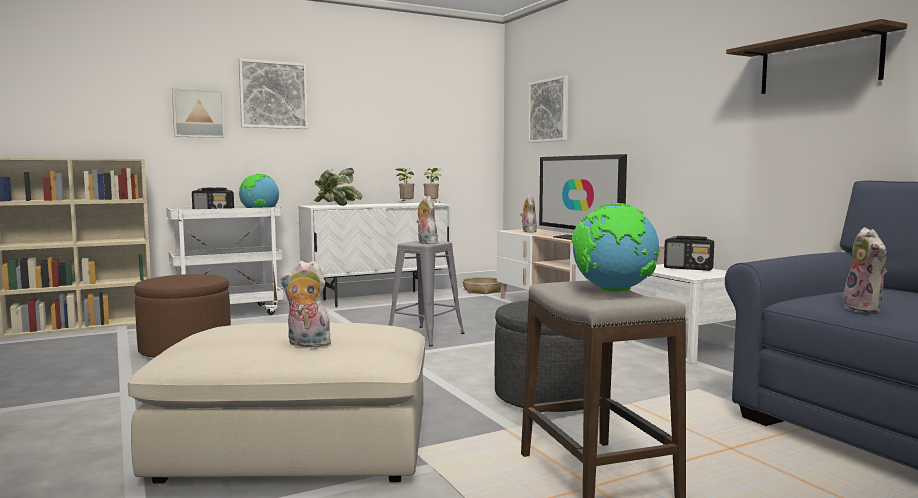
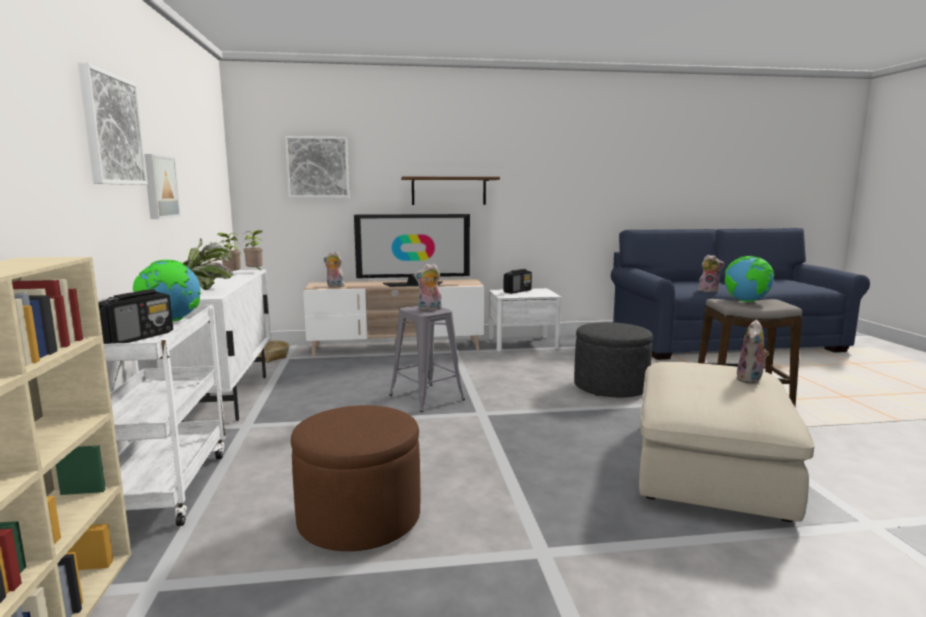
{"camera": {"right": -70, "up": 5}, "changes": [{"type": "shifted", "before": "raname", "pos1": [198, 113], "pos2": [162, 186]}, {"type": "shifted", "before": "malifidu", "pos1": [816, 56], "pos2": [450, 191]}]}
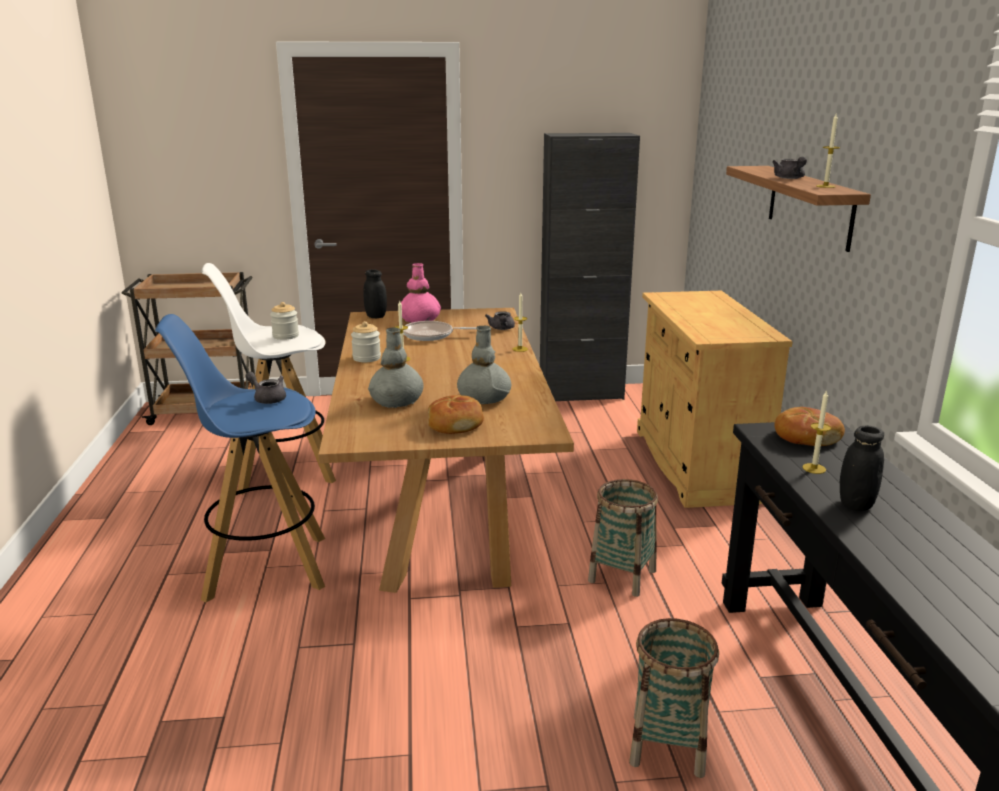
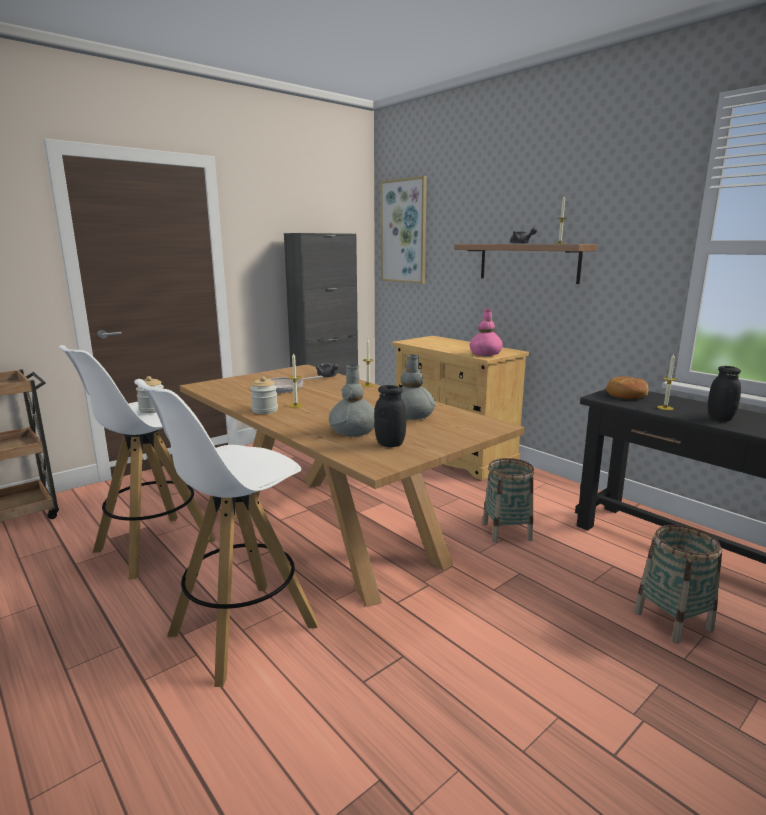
{"camera": {"right": -35, "up": -5}, "changes": [{"type": "repainted", "before": "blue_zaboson", "after": "white_zaboson", "pos1": [240, 458], "pos2": [226, 533]}, {"type": "gone", "before": "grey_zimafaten", "pos1": [266, 388]}, {"type": "shifted", "before": "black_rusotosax", "pos1": [375, 294], "pos2": [390, 416]}, {"type": "shifted", "before": "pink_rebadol", "pos1": [421, 293], "pos2": [486, 332]}, {"type": "gone", "before": "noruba", "pos1": [456, 414]}, {"type": "new", "after": "raname", "pos2": [404, 230]}]}
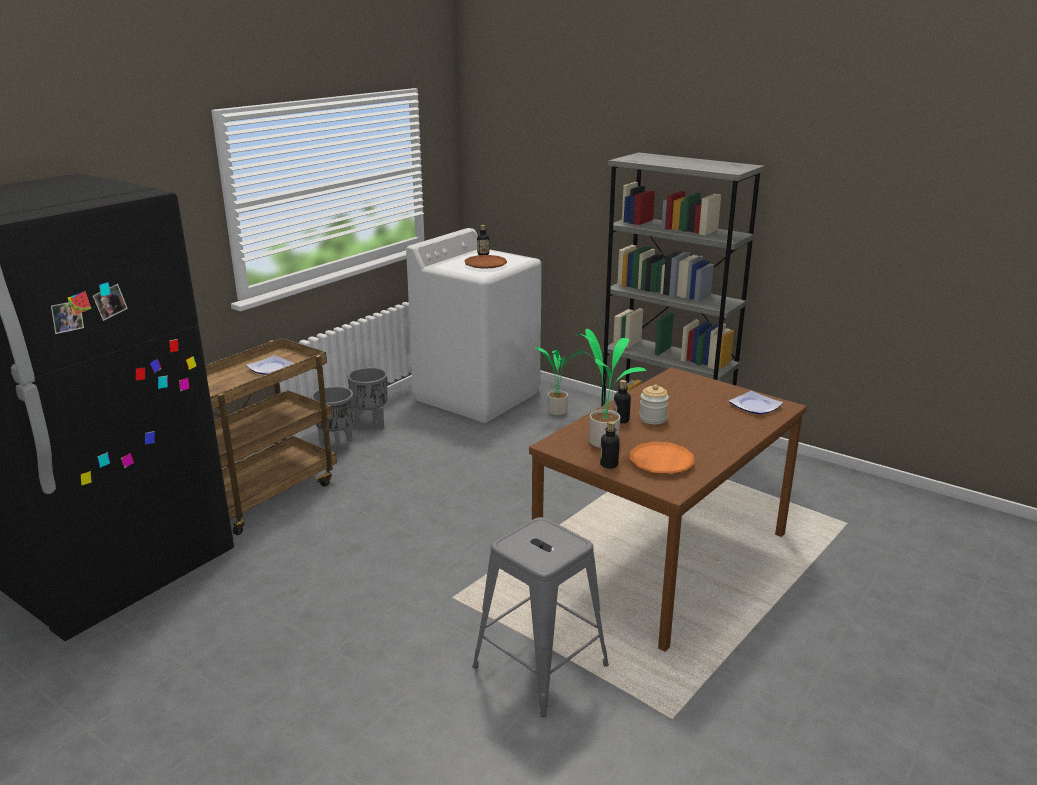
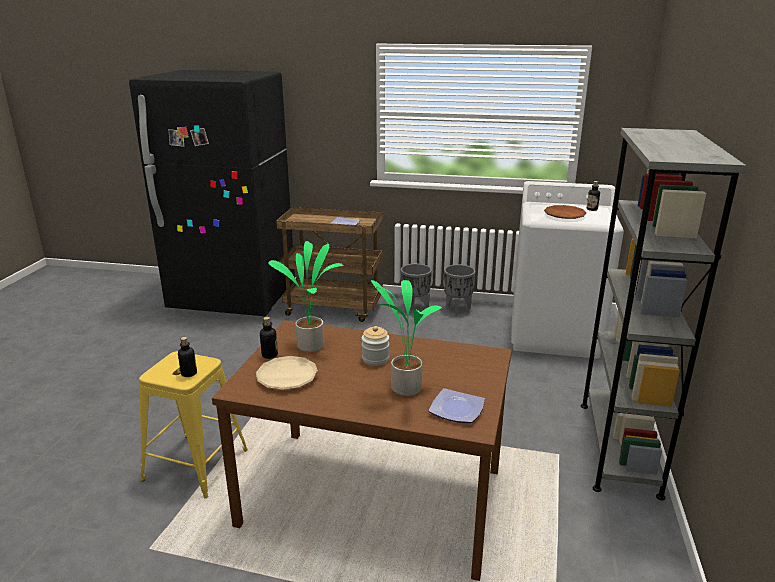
{"camera": {"right": 65, "up": 0}, "changes": [{"type": "repainted", "before": "grey_zaboson", "after": "yellow_zaboson", "pos1": [541, 617], "pos2": [193, 424]}, {"type": "shifted", "before": "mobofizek", "pos1": [559, 381], "pos2": [406, 338]}, {"type": "shifted", "before": "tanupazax", "pos1": [622, 401], "pos2": [187, 357]}, {"type": "repainted", "before": "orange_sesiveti", "after": "beige_sesiveti", "pos1": [662, 457], "pos2": [287, 373]}]}
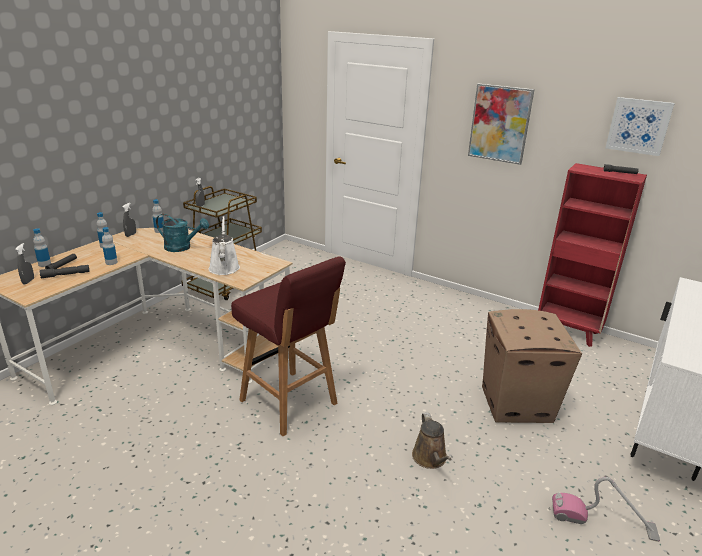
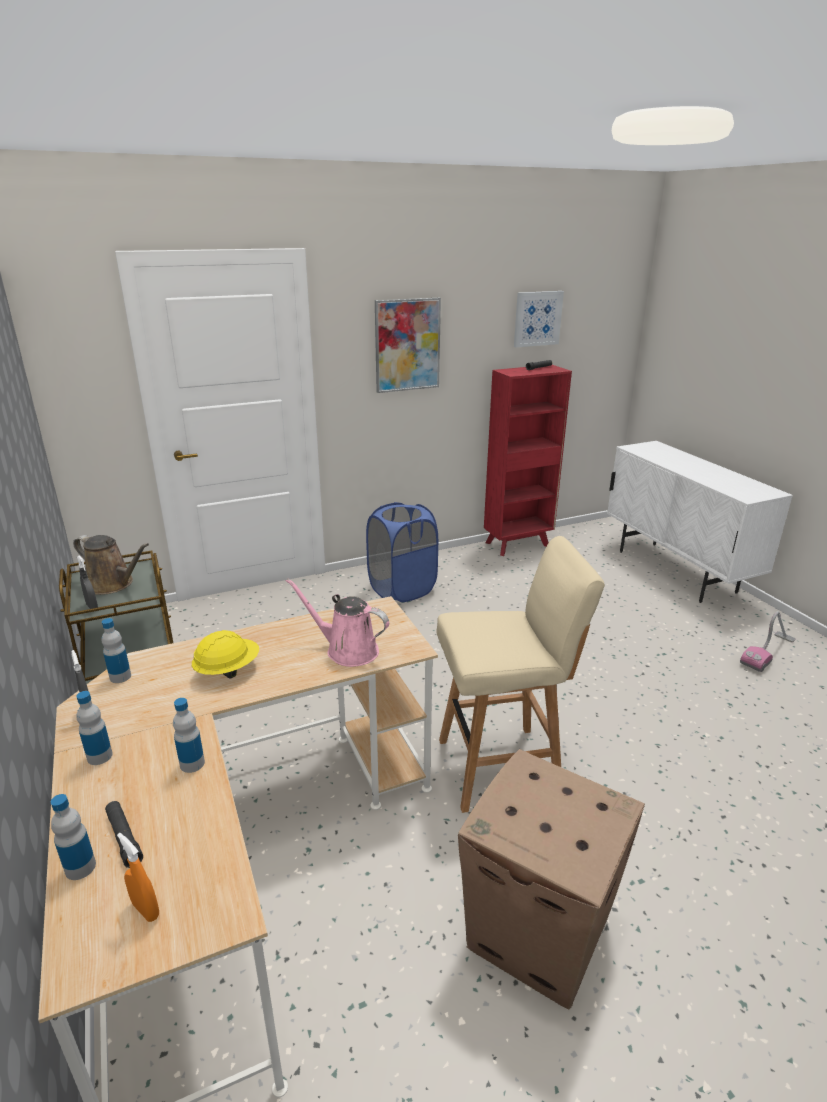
{"camera": {"right": -55, "up": 0}, "changes": [{"type": "repainted", "before": "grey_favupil", "after": "orange_favupil", "pos1": [24, 263], "pos2": [138, 877]}, {"type": "gone", "before": "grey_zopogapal", "pos1": [64, 272]}, {"type": "swapped", "before": "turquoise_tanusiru", "after": "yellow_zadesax", "pos1": [182, 233], "pos2": [225, 654]}, {"type": "repainted", "before": "white_tanusiru", "after": "pink_tanusiru", "pos1": [224, 245], "pos2": [337, 622]}, {"type": "repainted", "before": "red_zaboson", "after": "beige_zaboson", "pos1": [288, 346], "pos2": [520, 674]}, {"type": "shifted", "before": "brown_tanusiru", "pos1": [432, 441], "pos2": [111, 565]}, {"type": "shifted", "before": "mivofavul", "pos1": [532, 366], "pos2": [551, 879]}, {"type": "new", "after": "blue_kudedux", "pos2": [402, 552]}]}
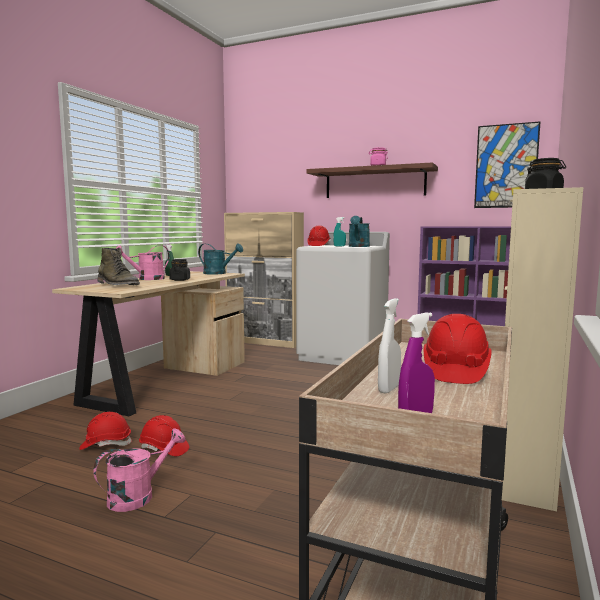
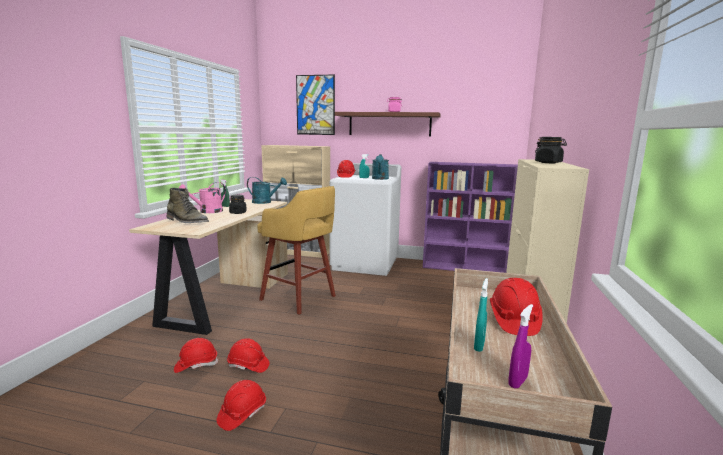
{"camera": {"right": -10, "up": 5}, "changes": [{"type": "swapped", "before": "pink_tanusiru", "after": "red_zadesax", "pos1": [139, 470], "pos2": [241, 405]}, {"type": "repainted", "before": "white_favupil", "after": "turquoise_favupil", "pos1": [389, 345], "pos2": [481, 315]}, {"type": "shifted", "before": "raname", "pos1": [507, 164], "pos2": [315, 105]}, {"type": "new", "after": "yellow_zaboson", "pos2": [296, 250]}]}
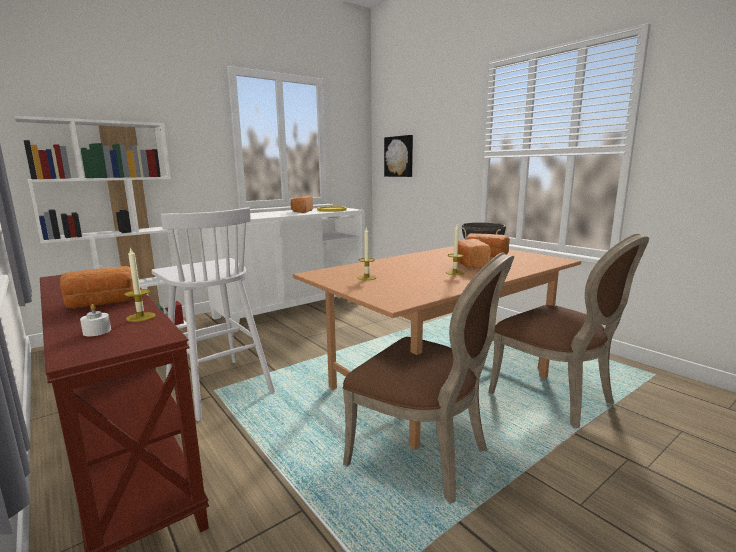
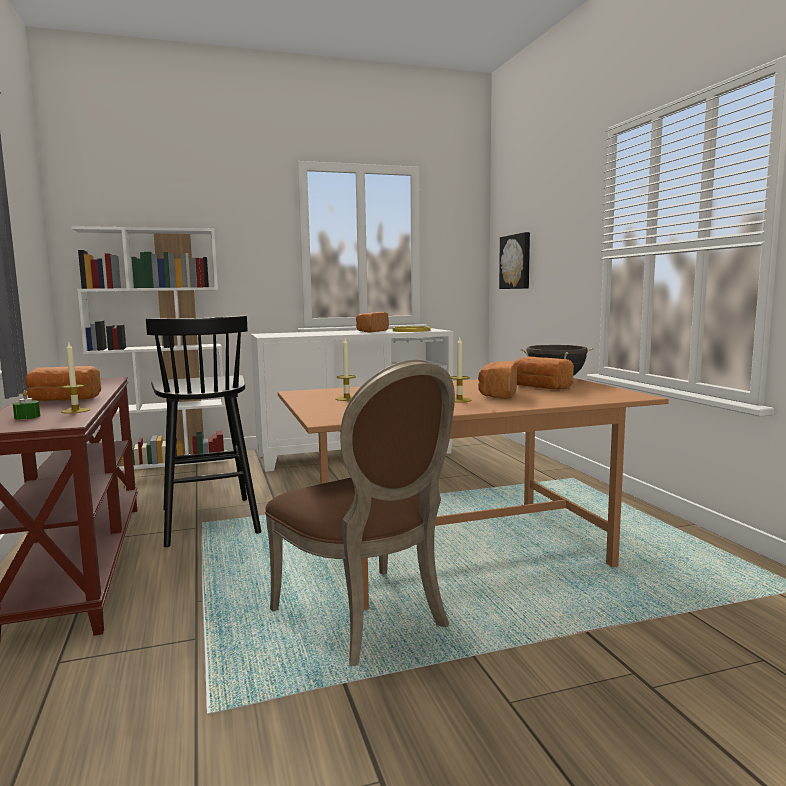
{"camera": {"right": 20, "up": -5}, "changes": [{"type": "repainted", "before": "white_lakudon", "after": "green_lakudon", "pos1": [95, 320], "pos2": [26, 405]}, {"type": "repainted", "before": "white_zaboson", "after": "black_zaboson", "pos1": [213, 314], "pos2": [203, 431]}, {"type": "gone", "before": "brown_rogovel", "pos1": [568, 331]}]}
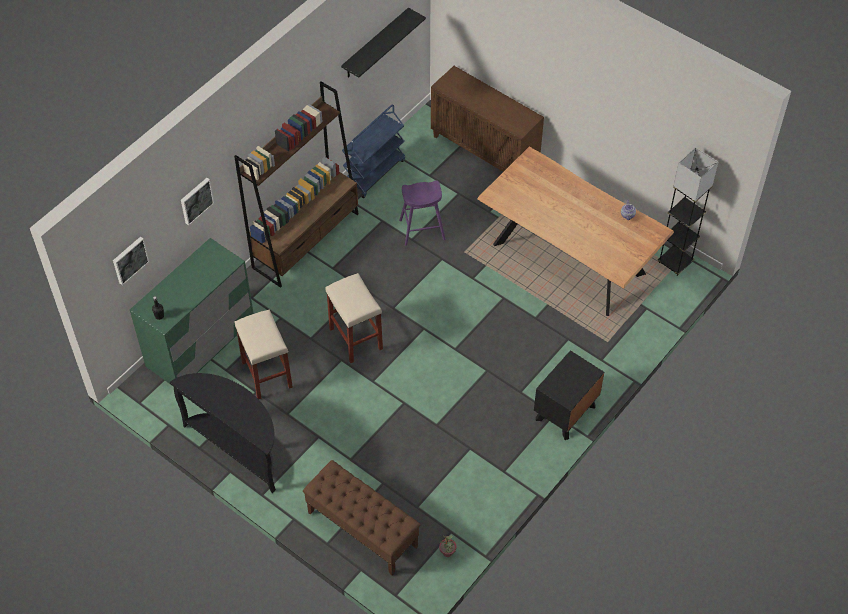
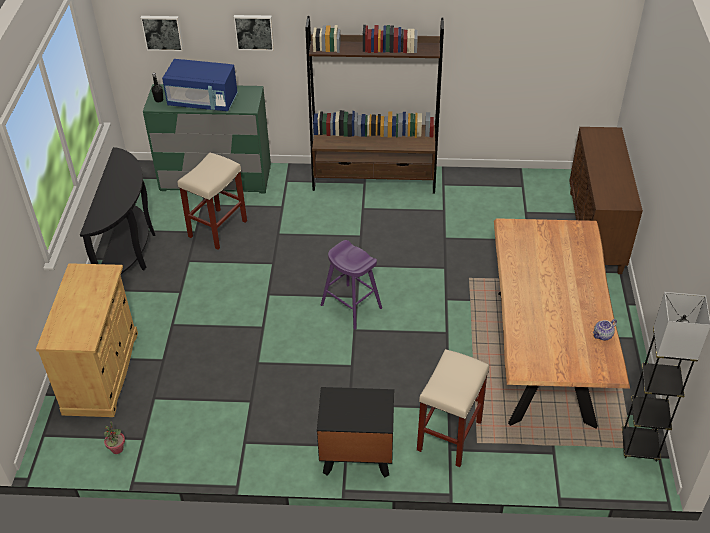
{"camera": {"right": 55, "up": -10}, "changes": [{"type": "swapped", "before": "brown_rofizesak", "after": "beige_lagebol", "pos1": [361, 518], "pos2": [87, 340]}, {"type": "shifted", "before": "beige_zaboson", "pos1": [354, 318], "pos2": [453, 408]}, {"type": "gone", "before": "black_malifidu", "pos1": [383, 43]}, {"type": "gone", "before": "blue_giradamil", "pos1": [373, 151]}, {"type": "shifted", "before": "purple_zaboson", "pos1": [422, 213], "pos2": [351, 284]}, {"type": "new", "after": "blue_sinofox", "pos2": [200, 85]}]}
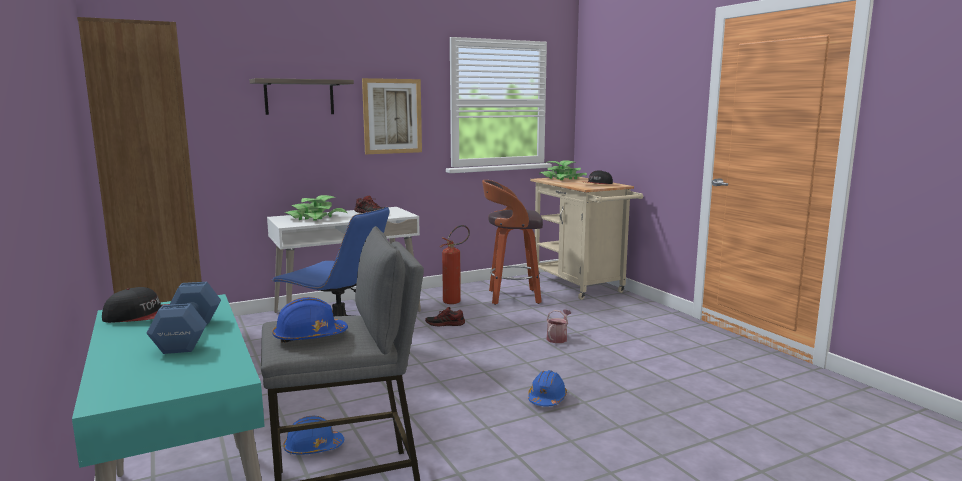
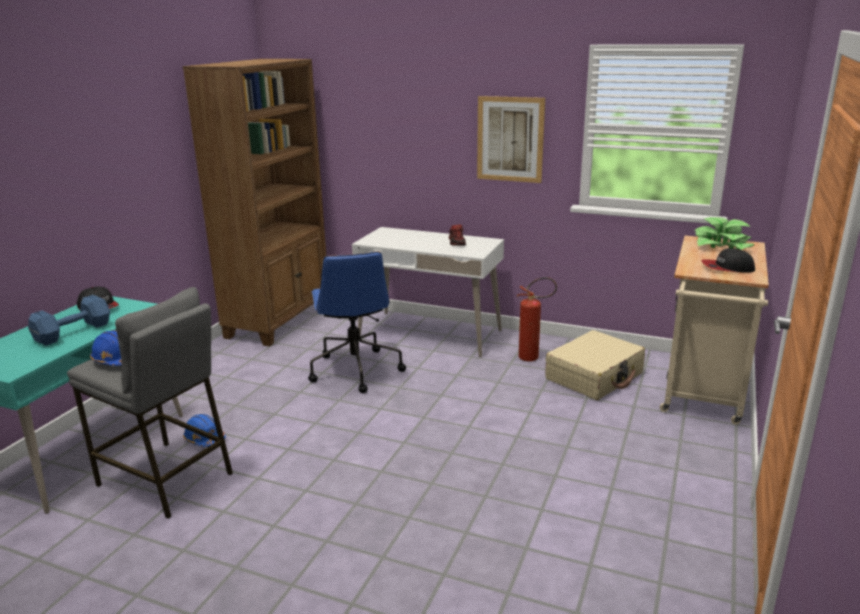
{"camera": {"right": 50, "up": 10}, "changes": [{"type": "gone", "before": "malifidu", "pos1": [302, 96]}, {"type": "gone", "before": "mobofizek", "pos1": [315, 208]}, {"type": "gone", "before": "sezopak", "pos1": [445, 316]}, {"type": "swapped", "before": "zaboson", "after": "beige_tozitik", "pos1": [512, 242], "pos2": [595, 365]}, {"type": "gone", "before": "blue_zadesax", "pos1": [547, 388]}, {"type": "gone", "before": "tanusiru", "pos1": [559, 326]}]}
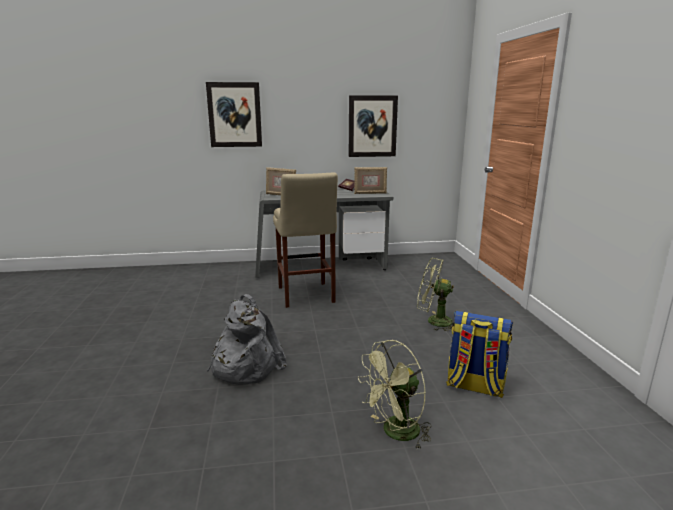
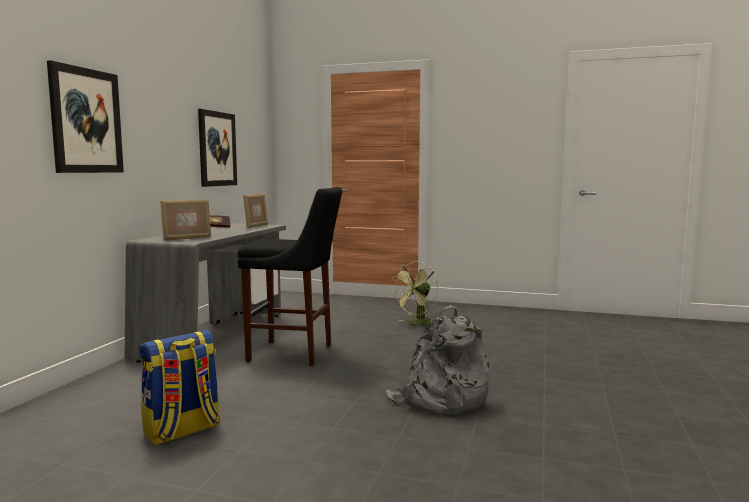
{"camera": {"right": -65, "up": -10}, "changes": [{"type": "repainted", "before": "beige_zaboson", "after": "black_zaboson", "pos1": [305, 240], "pos2": [289, 276]}, {"type": "gone", "before": "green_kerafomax", "pos1": [394, 395]}, {"type": "shifted", "before": "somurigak", "pos1": [479, 354], "pos2": [180, 388]}]}
